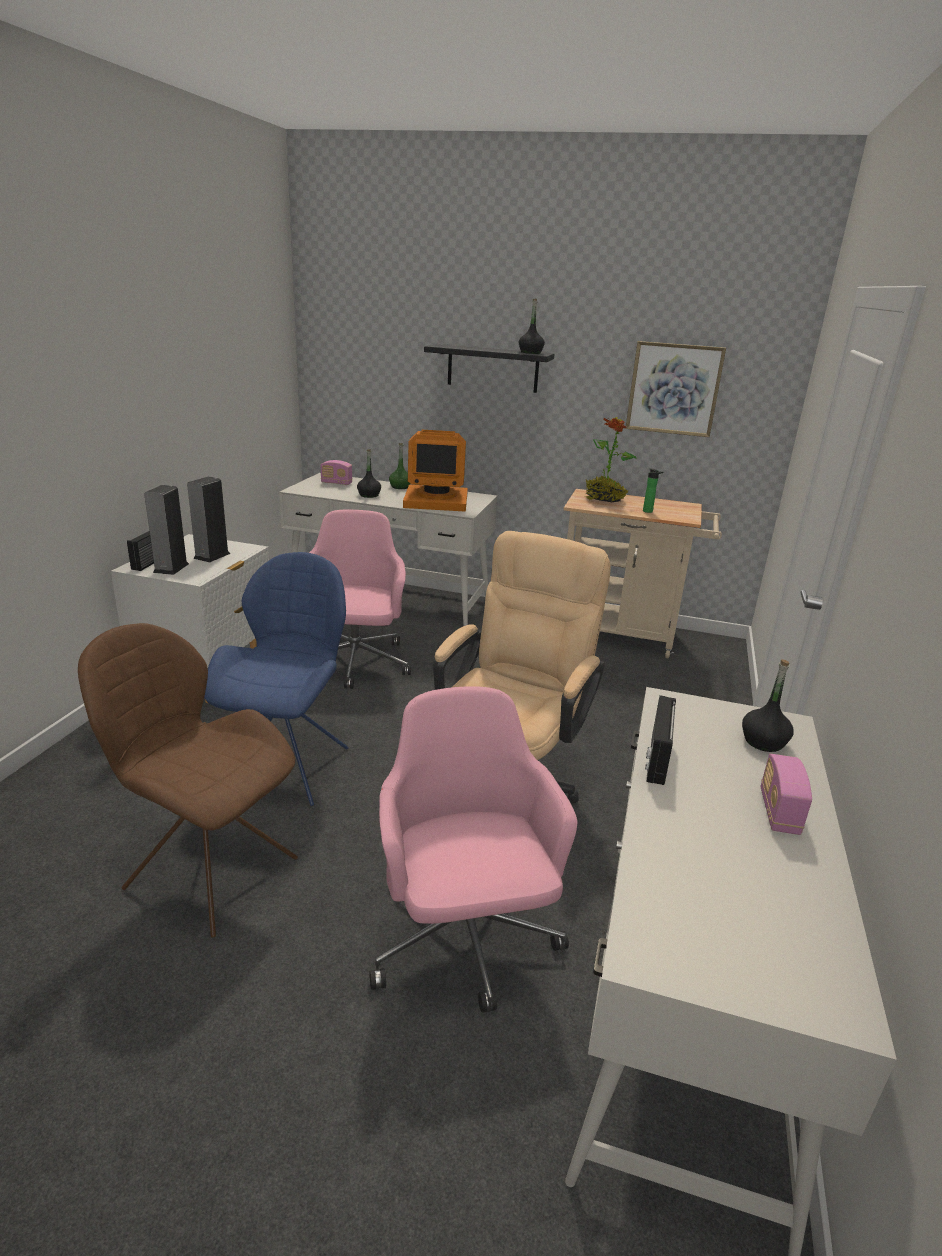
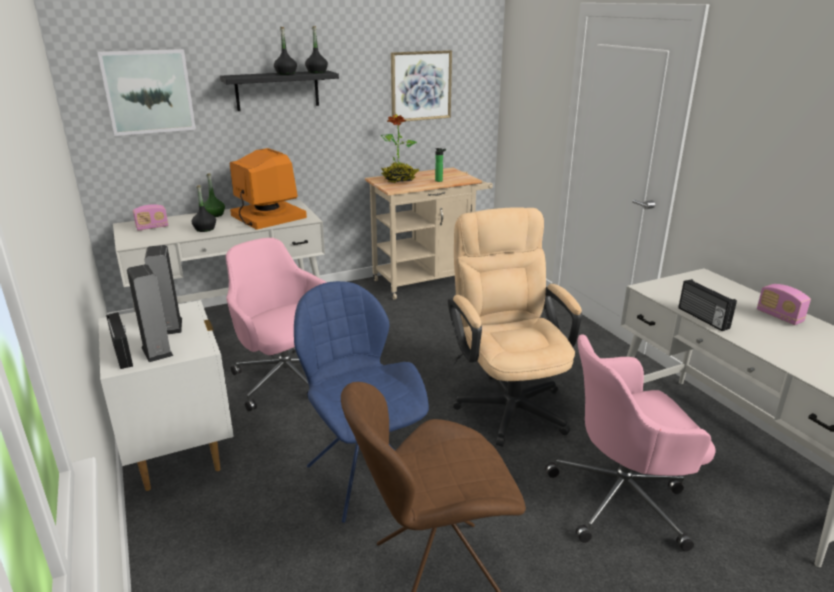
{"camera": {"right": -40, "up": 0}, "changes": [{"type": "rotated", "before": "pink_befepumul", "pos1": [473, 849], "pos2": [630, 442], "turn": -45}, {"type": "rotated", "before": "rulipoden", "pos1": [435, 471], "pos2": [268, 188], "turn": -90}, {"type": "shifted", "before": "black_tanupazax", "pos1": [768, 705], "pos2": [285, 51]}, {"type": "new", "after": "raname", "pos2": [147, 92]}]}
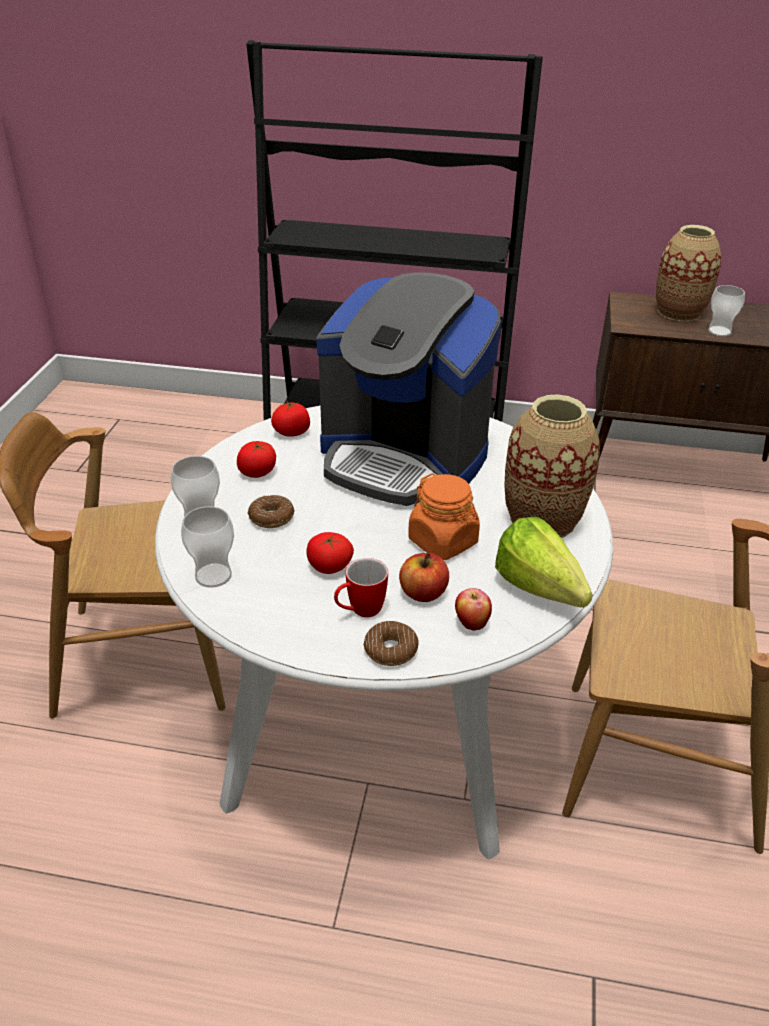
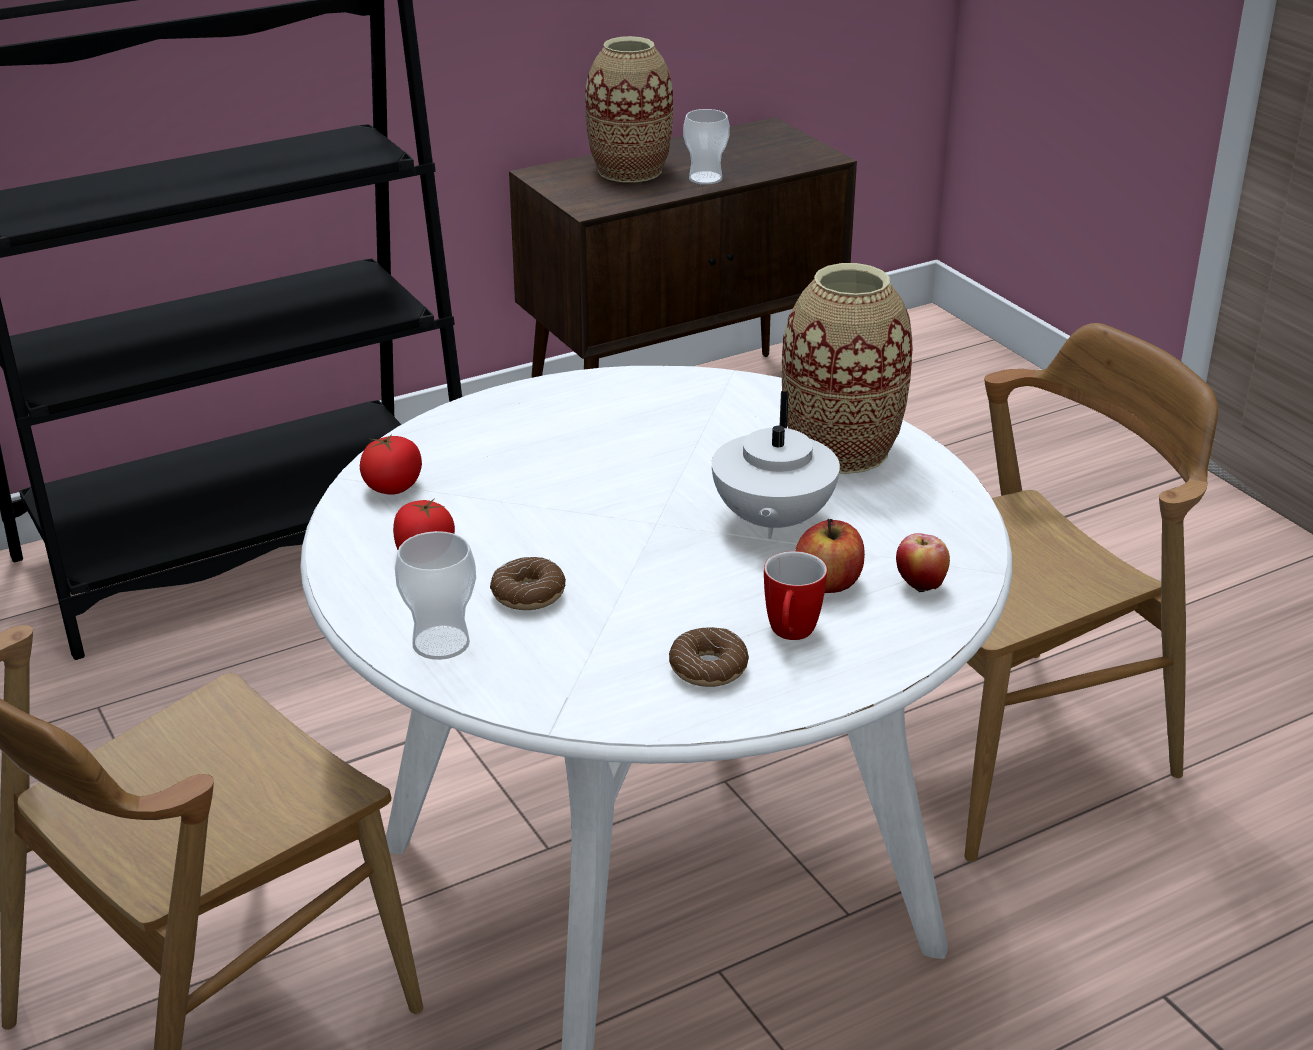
{"camera": {"right": -40, "up": -5}, "changes": [{"type": "gone", "before": "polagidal", "pos1": [207, 547]}, {"type": "gone", "before": "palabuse", "pos1": [330, 553]}, {"type": "gone", "before": "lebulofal", "pos1": [409, 389]}, {"type": "shifted", "before": "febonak", "pos1": [391, 643], "pos2": [709, 657]}, {"type": "swapped", "before": "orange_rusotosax", "after": "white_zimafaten", "pos1": [444, 516], "pos2": [776, 465]}, {"type": "gone", "before": "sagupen", "pos1": [544, 562]}]}
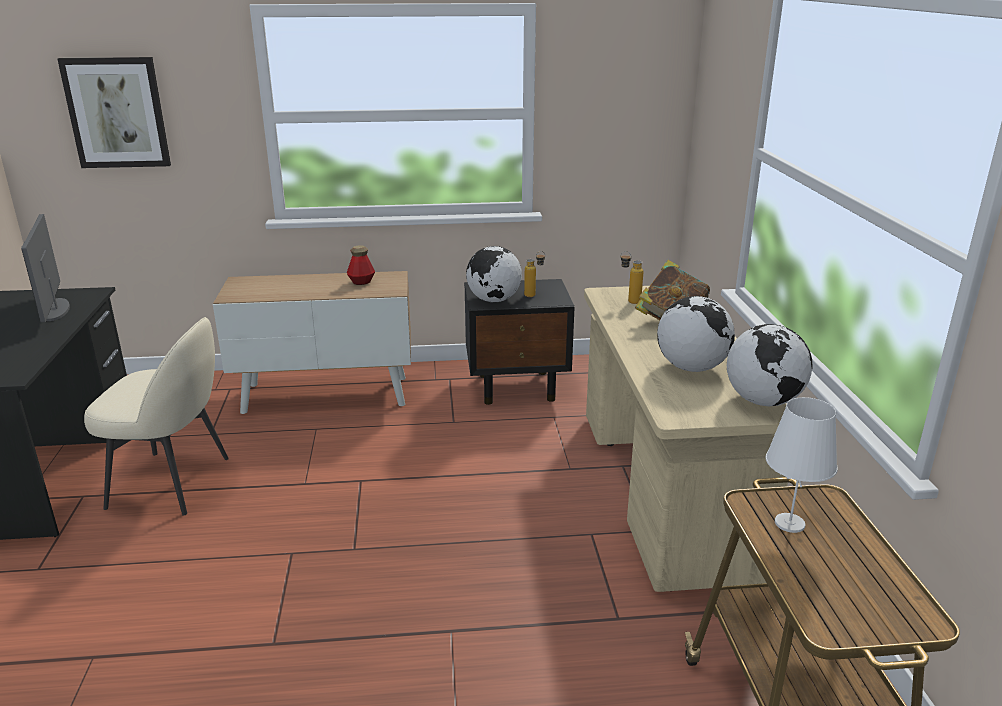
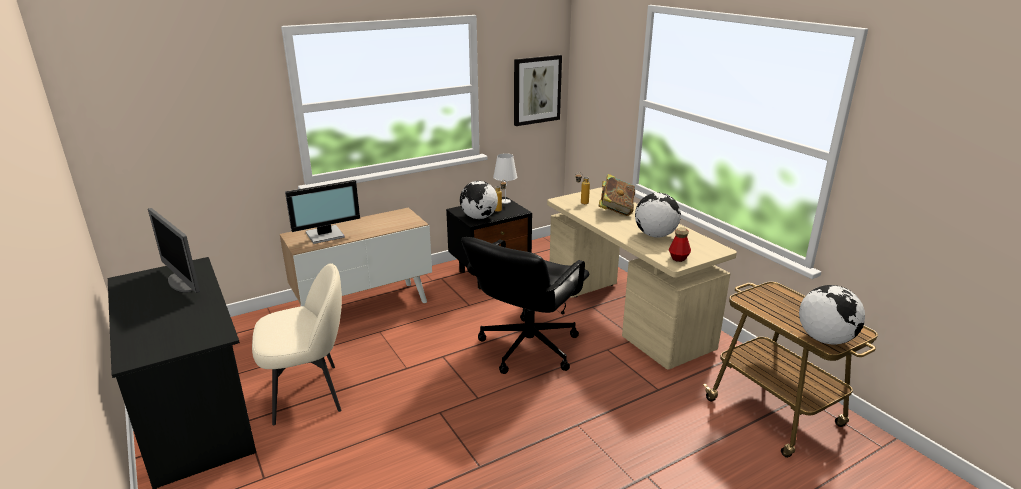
{"camera": {"right": -25, "up": 0}, "changes": [{"type": "shifted", "before": "raname", "pos1": [114, 112], "pos2": [538, 90]}, {"type": "shifted", "before": "tanupazax", "pos1": [361, 265], "pos2": [680, 244]}, {"type": "shifted", "before": "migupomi", "pos1": [770, 365], "pos2": [832, 315]}, {"type": "shifted", "before": "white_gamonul", "pos1": [802, 465], "pos2": [505, 178]}, {"type": "new", "after": "rulipoden", "pos2": [322, 212]}, {"type": "new", "after": "black_befepumul", "pos2": [525, 305]}]}
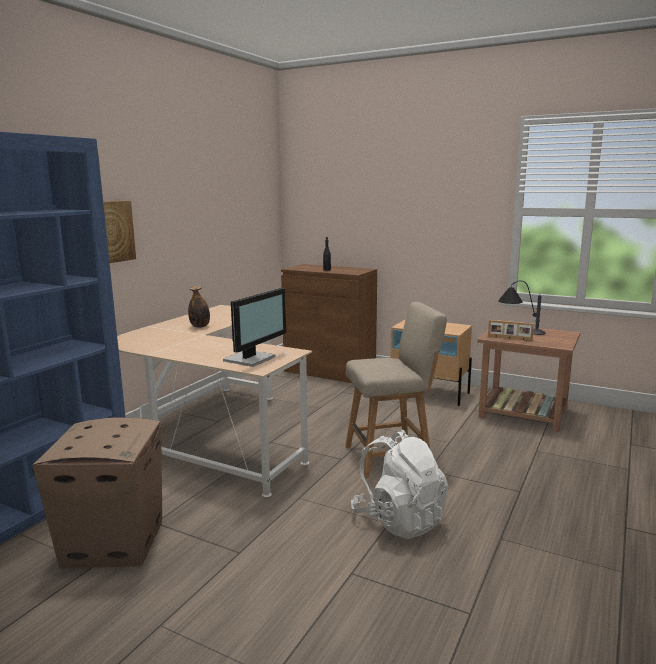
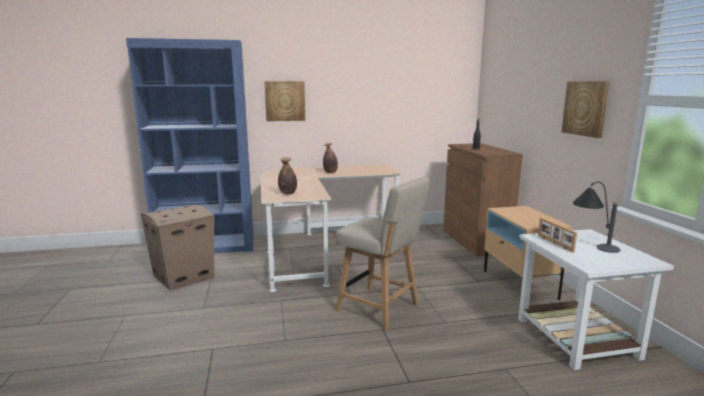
{"camera": {"right": 50, "up": 0}, "changes": [{"type": "swapped", "before": "rulipoden", "after": "tanupazax", "pos1": [254, 327], "pos2": [287, 176]}, {"type": "gone", "before": "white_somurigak", "pos1": [399, 484]}, {"type": "repainted", "before": "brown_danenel", "after": "white_danenel", "pos1": [528, 380], "pos2": [596, 299]}, {"type": "new", "after": "raname", "pos2": [586, 109]}]}
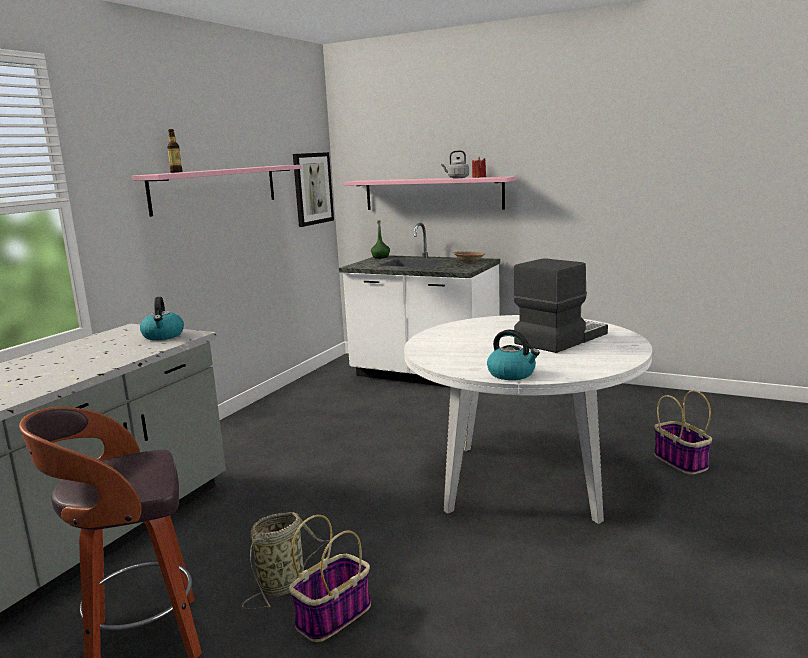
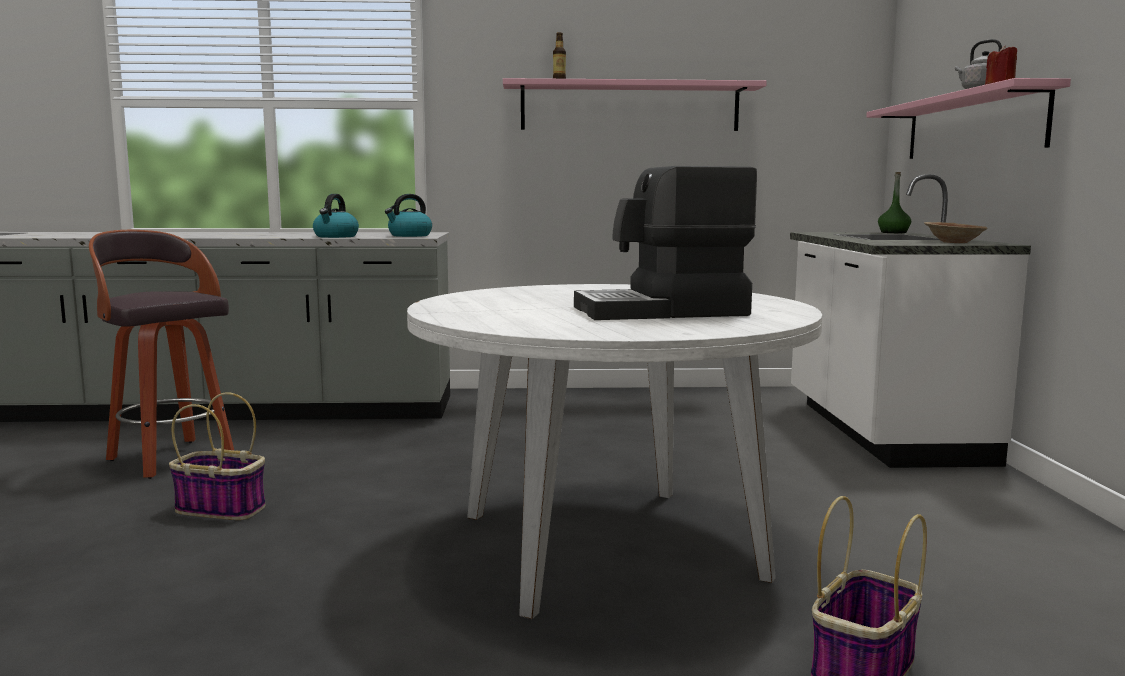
{"camera": {"right": 60, "up": -5}, "changes": [{"type": "gone", "before": "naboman", "pos1": [286, 560]}, {"type": "gone", "before": "raname", "pos1": [313, 189]}, {"type": "shifted", "before": "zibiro", "pos1": [513, 355], "pos2": [336, 216]}, {"type": "rotated", "before": "lebulofal", "pos1": [561, 305], "pos2": [665, 243], "turn": 150}]}
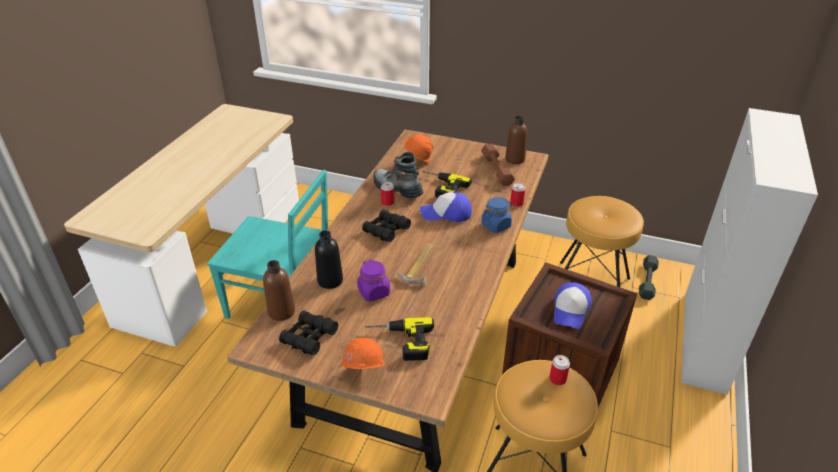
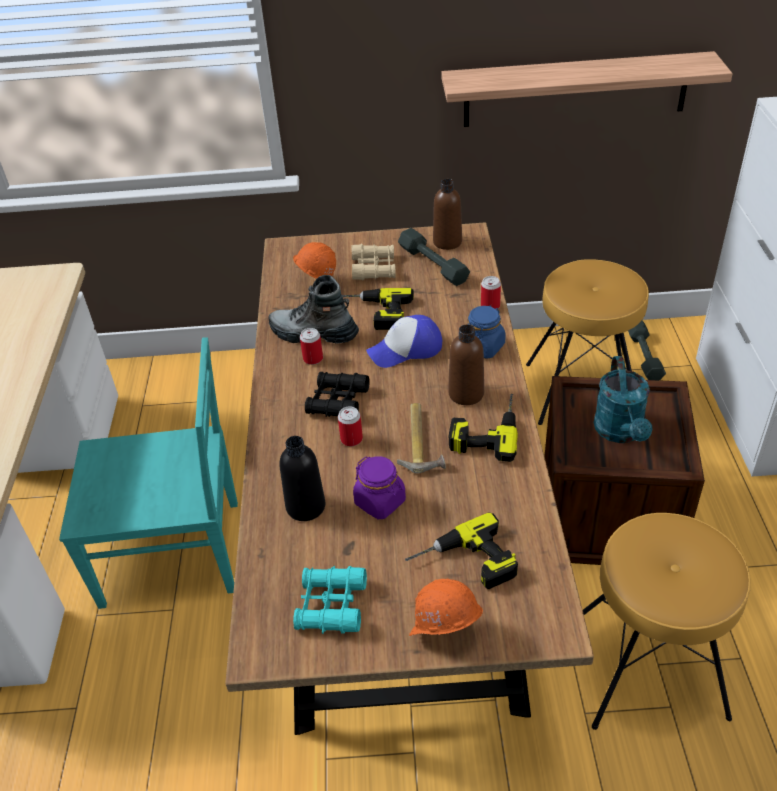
{"camera": {"right": -20, "up": 5}, "changes": [{"type": "shifted", "before": "brown_tanupazax", "pos1": [279, 290], "pos2": [466, 365]}, {"type": "repainted", "before": "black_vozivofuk", "after": "turquoise_vozivofuk", "pos1": [308, 333], "pos2": [330, 599]}, {"type": "repainted", "before": "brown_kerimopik", "after": "grey_kerimopik", "pos1": [498, 165], "pos2": [434, 257]}, {"type": "shifted", "before": "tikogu", "pos1": [559, 370], "pos2": [350, 426]}, {"type": "swapped", "before": "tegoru", "after": "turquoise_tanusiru", "pos1": [573, 305], "pos2": [623, 399]}, {"type": "new", "after": "beige_vozivofuk", "pos2": [373, 262]}, {"type": "new", "after": "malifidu", "pos2": [587, 89]}, {"type": "new", "after": "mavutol", "pos2": [483, 428]}]}
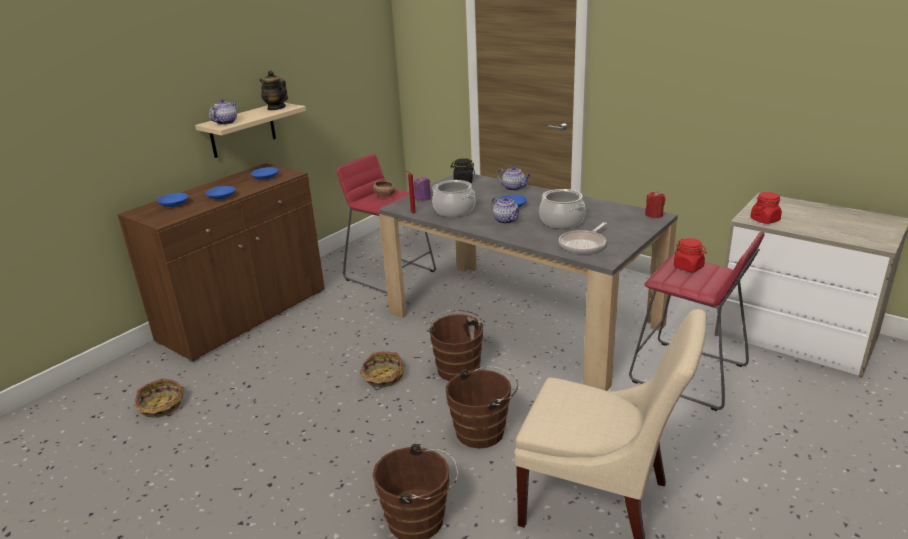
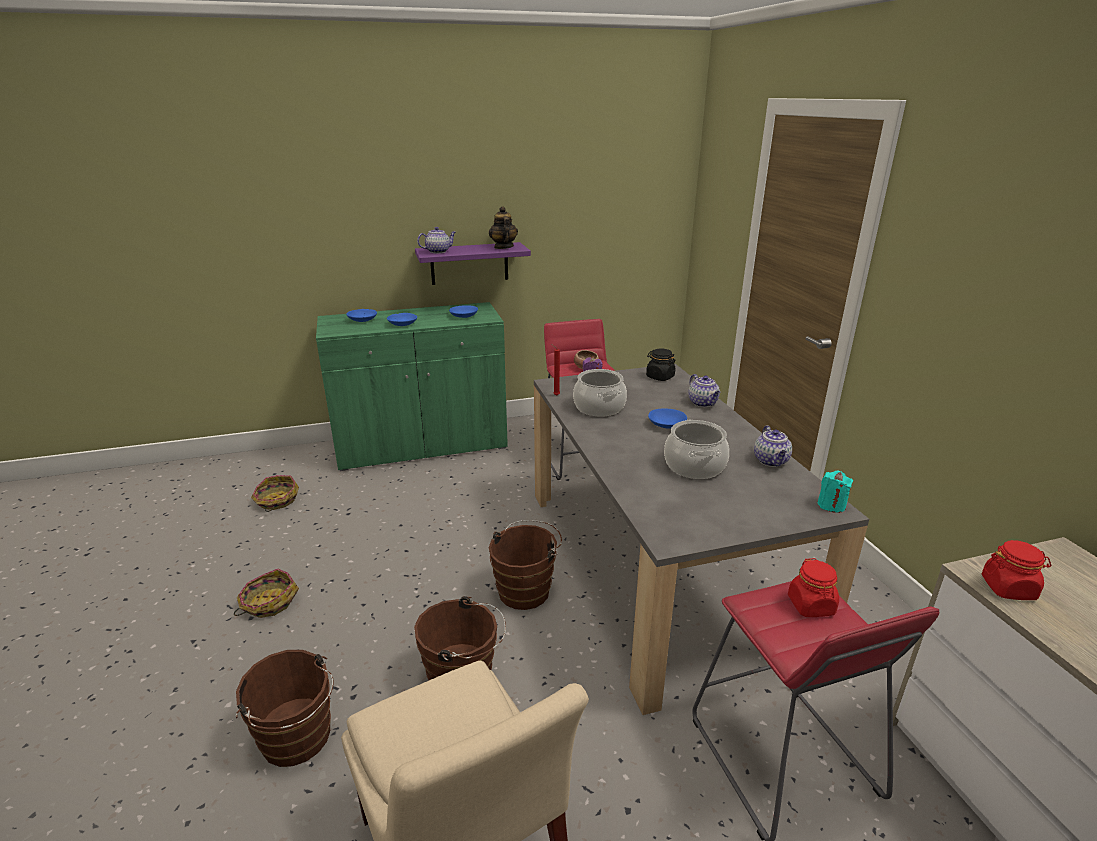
{"camera": {"right": 35, "up": 0}, "changes": [{"type": "repainted", "before": "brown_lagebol", "after": "green_lagebol", "pos1": [221, 262], "pos2": [412, 386]}, {"type": "repainted", "before": "beige_malifidu", "after": "purple_malifidu", "pos1": [250, 130], "pos2": [473, 263]}, {"type": "shifted", "before": "naboman", "pos1": [382, 370], "pos2": [266, 593]}, {"type": "shifted", "before": "zimafaten", "pos1": [506, 210], "pos2": [773, 446]}, {"type": "gone", "before": "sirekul", "pos1": [583, 238]}, {"type": "repainted", "before": "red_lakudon", "after": "turquoise_lakudon", "pos1": [655, 204], "pos2": [835, 491]}]}
